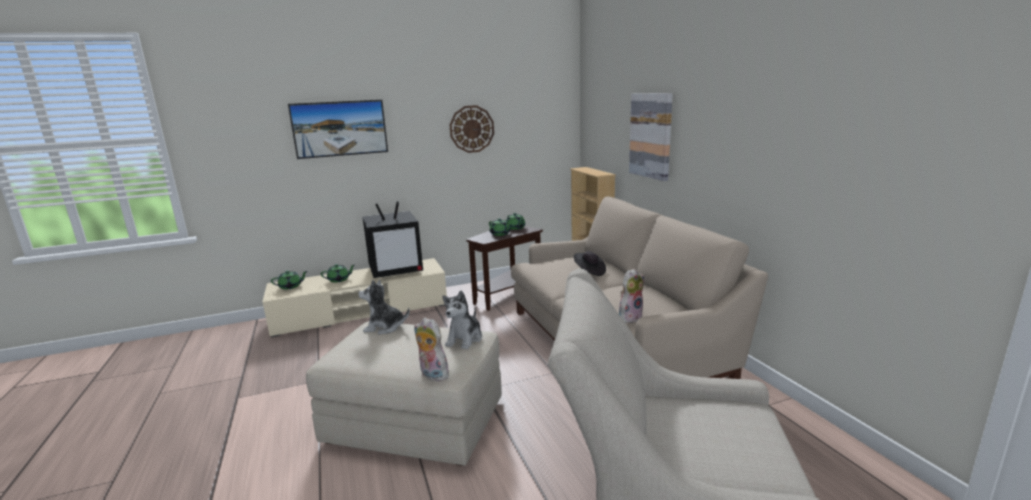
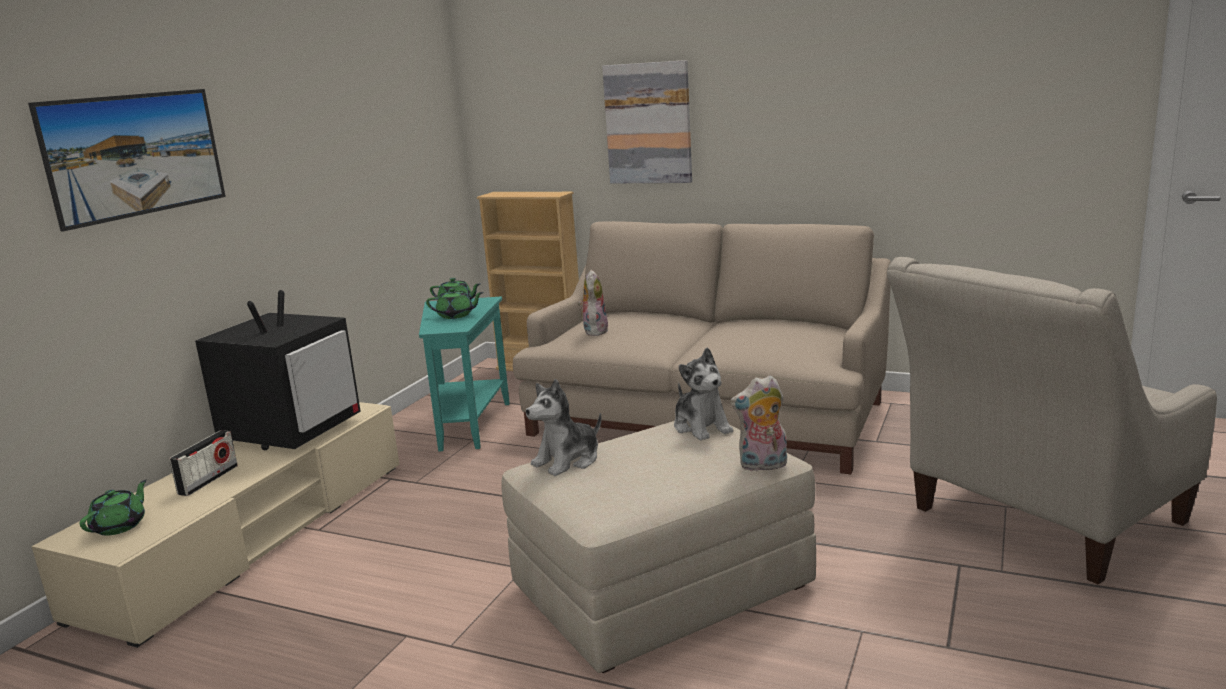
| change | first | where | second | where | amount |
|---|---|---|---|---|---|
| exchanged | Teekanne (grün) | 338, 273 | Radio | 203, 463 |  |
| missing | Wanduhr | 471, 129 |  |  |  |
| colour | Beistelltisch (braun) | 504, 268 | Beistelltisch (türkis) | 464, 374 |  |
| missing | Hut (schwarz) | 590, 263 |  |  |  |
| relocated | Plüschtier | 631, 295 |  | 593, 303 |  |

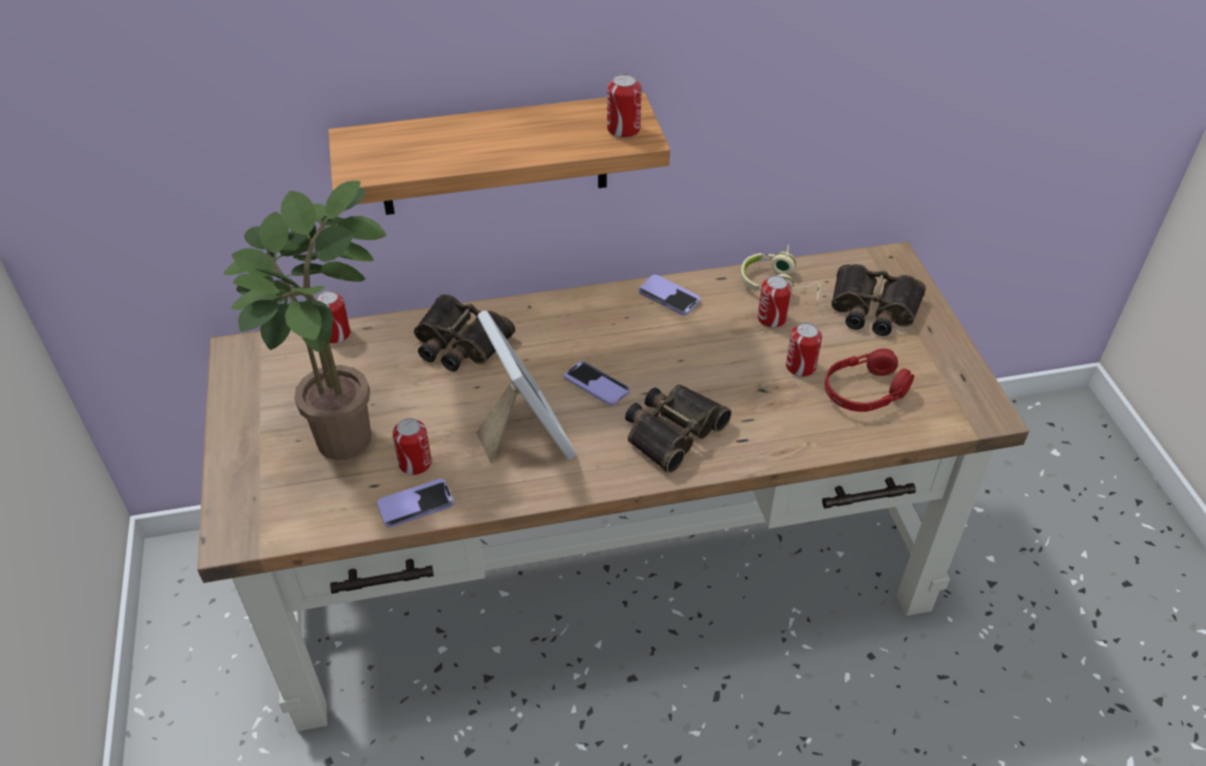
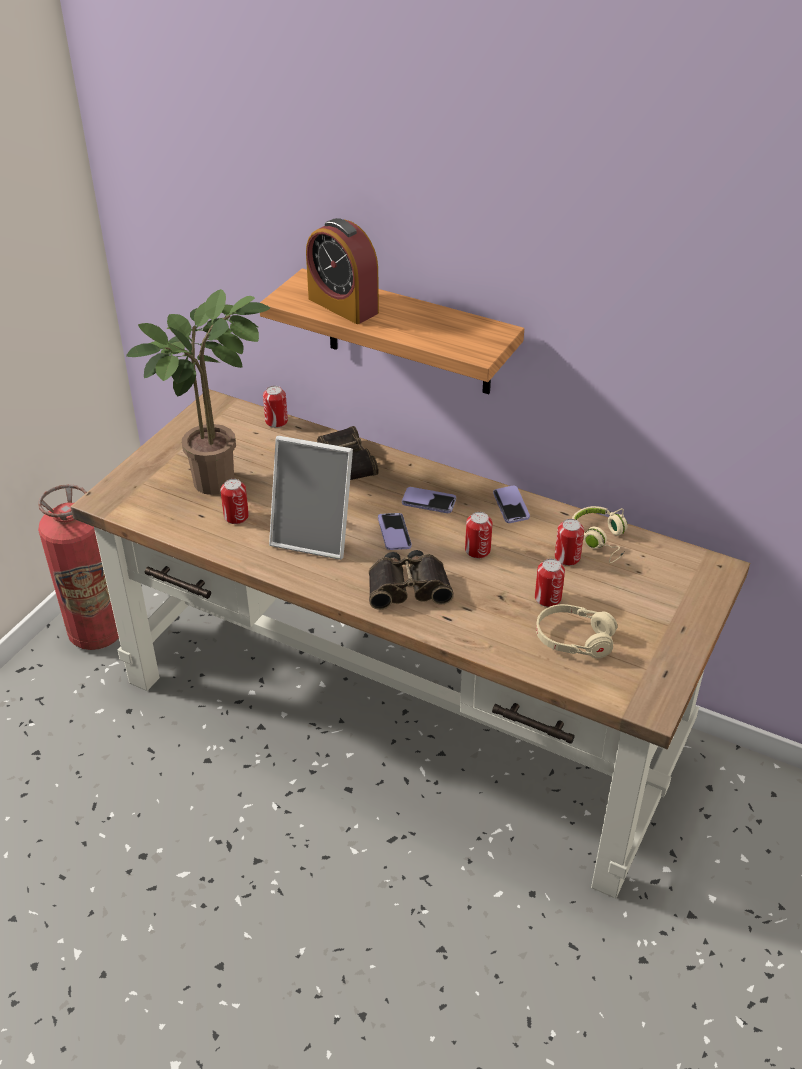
| change | first | where | second | where | amount |
|---|---|---|---|---|---|
| relocated | Handy | 415, 503 |  | 429, 500 |  |
| spun | Bilderrahmen | 526, 386 |  | 311, 498 | 90 degrees clockwise |
| relocated | Dose | 624, 106 |  | 479, 535 |  |
| colour | Kopfhörer (rot) | 869, 380 | Kopfhörer (beige) | 576, 631 |  |
| missing | Fernglas | 878, 300 |  |  |  |
| appeared |  |  | Feuerlöscher | 78, 567 |  |
| appeared |  |  | Wecker | 342, 271 |  |

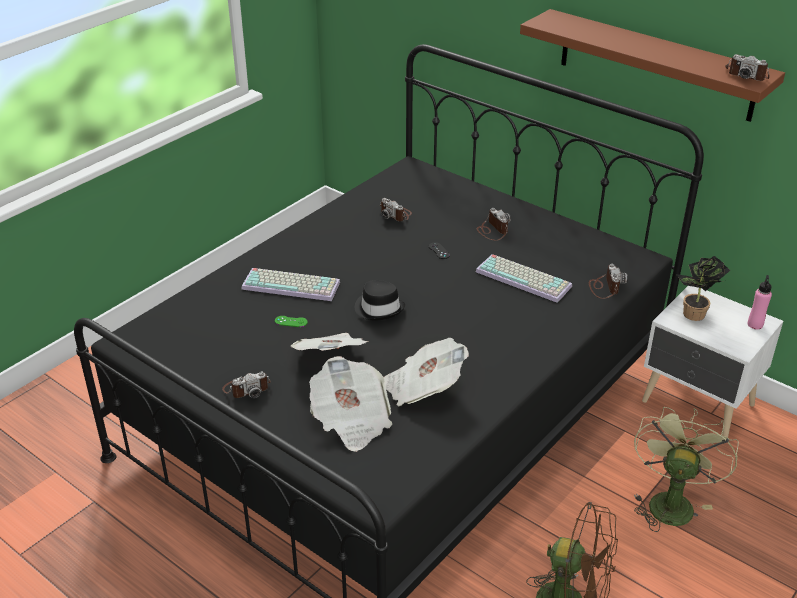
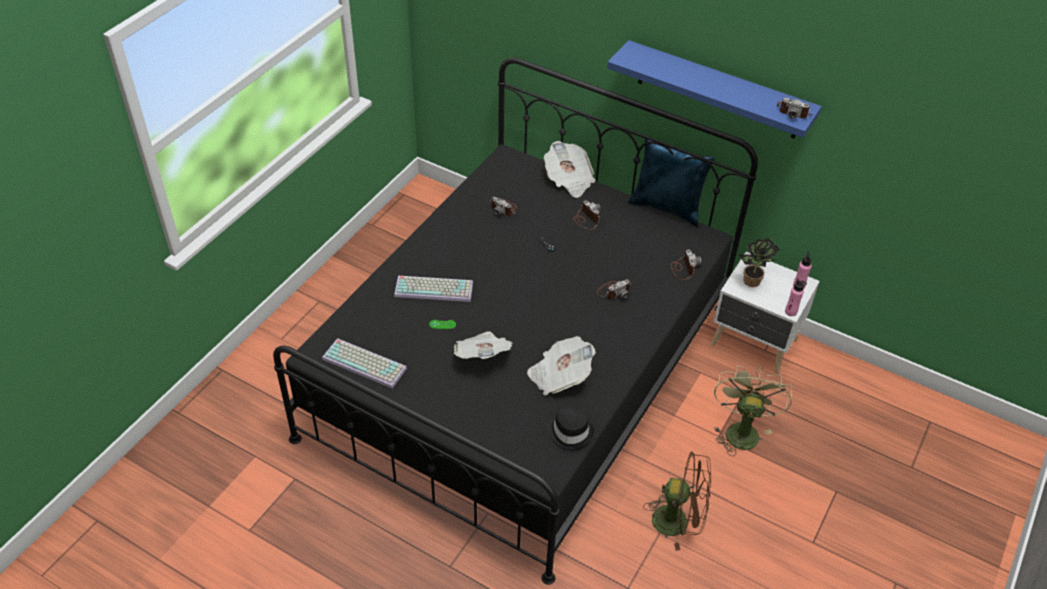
| change | first | where | second | where | amount |
|---|---|---|---|---|---|
| relocated | Kamera | 246, 385 |  | 614, 289 |  |
| relocated | Zeitung | 350, 404 |  | 570, 169 |  |
| relocated | Hut (schwarz) | 380, 300 |  | 570, 428 |  |
| relocated | Tastatur | 524, 278 |  | 364, 363 |  |
| colour | Wandregal (braun) | 652, 65 | Wandregal (blau) | 714, 89 |  |
| appeared |  |  | Kissen (blau) | 671, 183 |  |
| appeared |  |  | Flasche (rosa) | 796, 297 |  |

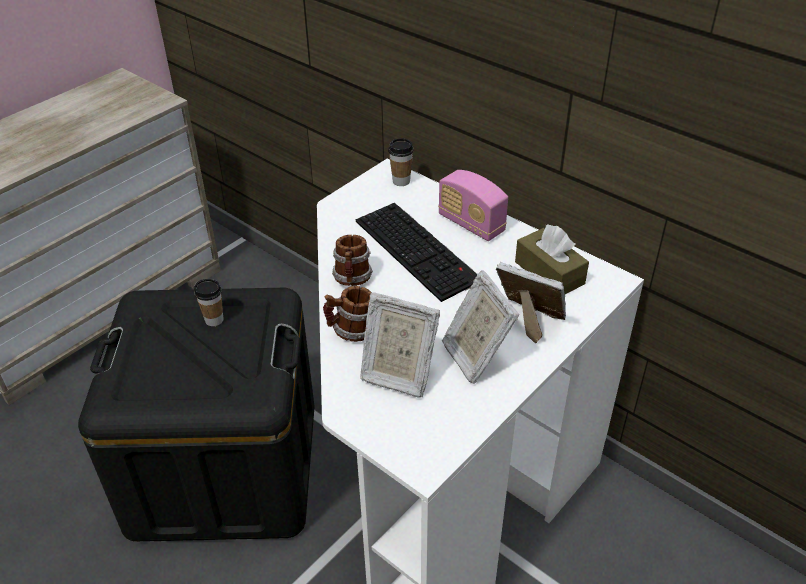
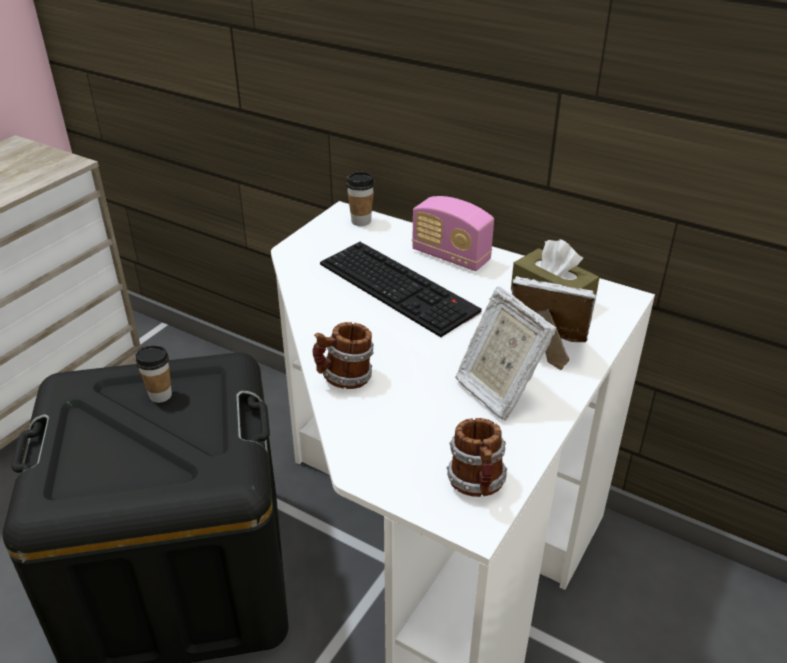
| change | first | where | second | where | amount |
|---|---|---|---|---|---|
| relocated | Henkelbecher | 352, 260 |  | 477, 457 |  |
| missing | Bilderrahmen | 400, 345 |  |  |  |

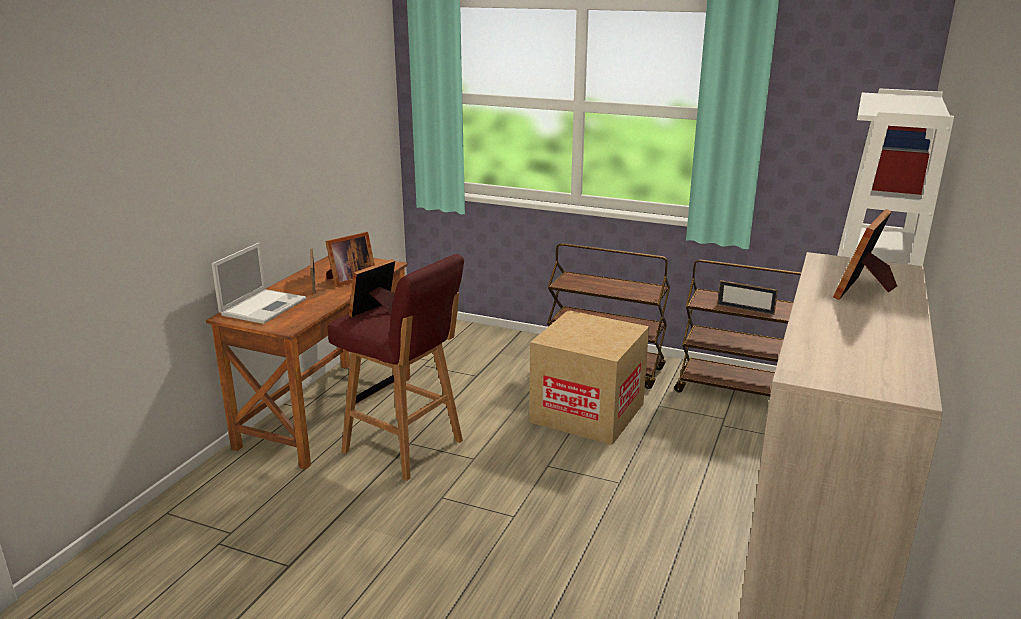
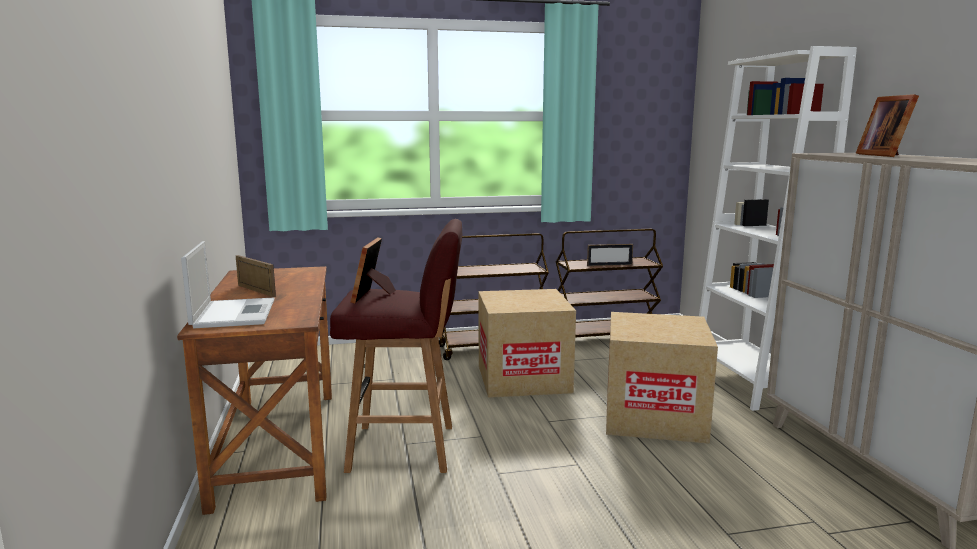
| change | first | where | second | where | amount |
|---|---|---|---|---|---|
| missing | Bilderrahmen | 350, 259 |  |  |  |
| appeared |  |  | Karton | 662, 378 |  |

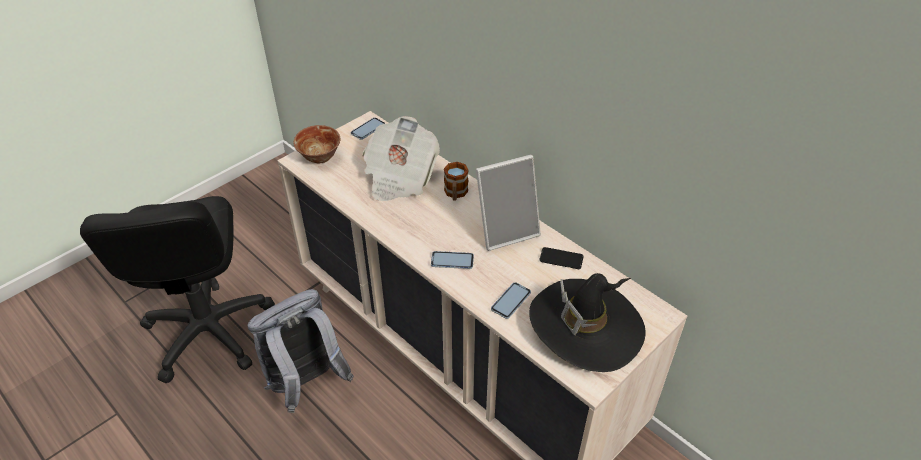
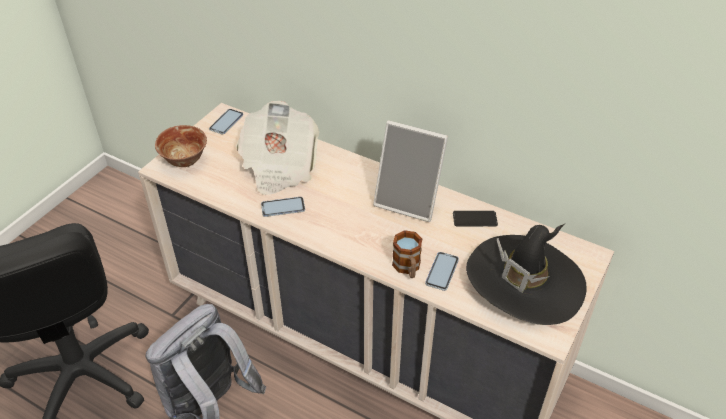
| change | first | where | second | where | amount |
|---|---|---|---|---|---|
| relocated | Handy | 452, 260 |  | 283, 207 |  |
| relocated | Henkelbecher | 456, 181 |  | 407, 254 |  |
| spun | Bilderrahmen | 508, 202 |  | 410, 171 | 60 degrees clockwise |

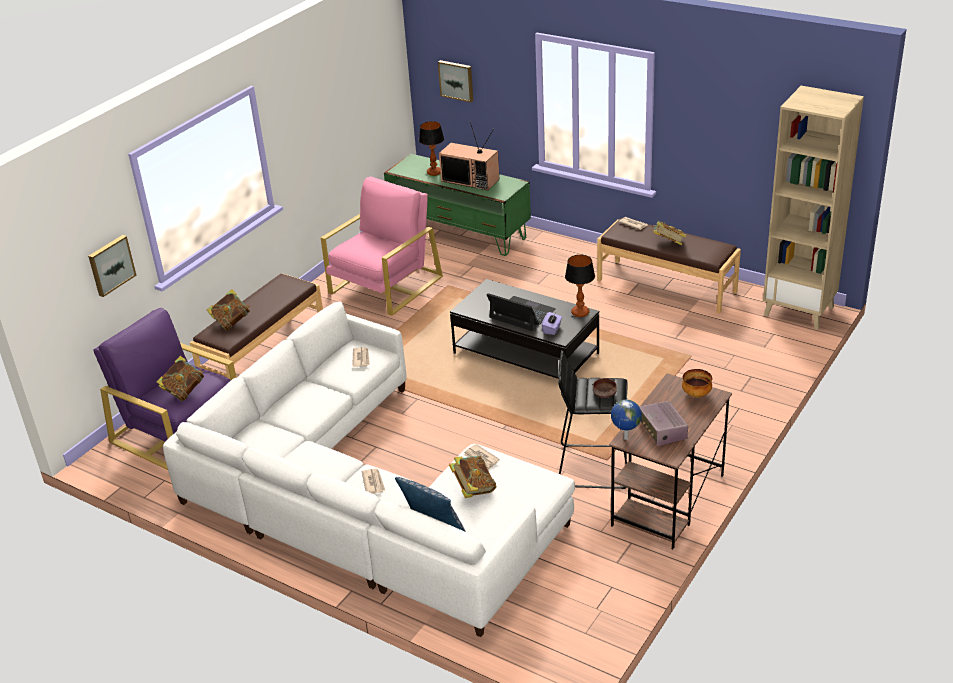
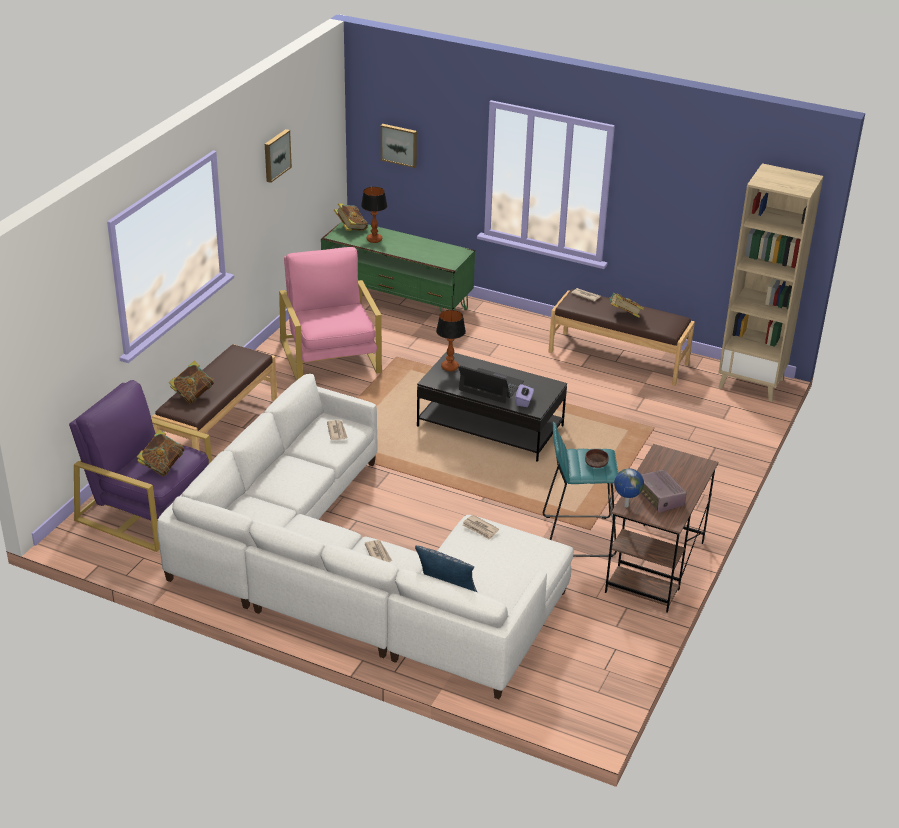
| change | first | where | second | where | amount |
|---|---|---|---|---|---|
| relocated | Bild | 112, 266 |  | 278, 156 |  |
| spun | Sessel (rosa) | 382, 246 |  | 330, 314 | 45 degrees counterclockwise |
| missing | Fernseher | 469, 156 |  |  |  |
| relocated | Buch | 472, 477 |  | 351, 217 |  |
| colour | Hocker (schwarz) | 593, 419 | Hocker (türkis) | 581, 489 |  |
| relocated | Tischlampe | 580, 286 |  | 451, 340 |  |
| missing | Schüssel | 697, 383 |  |  |  |

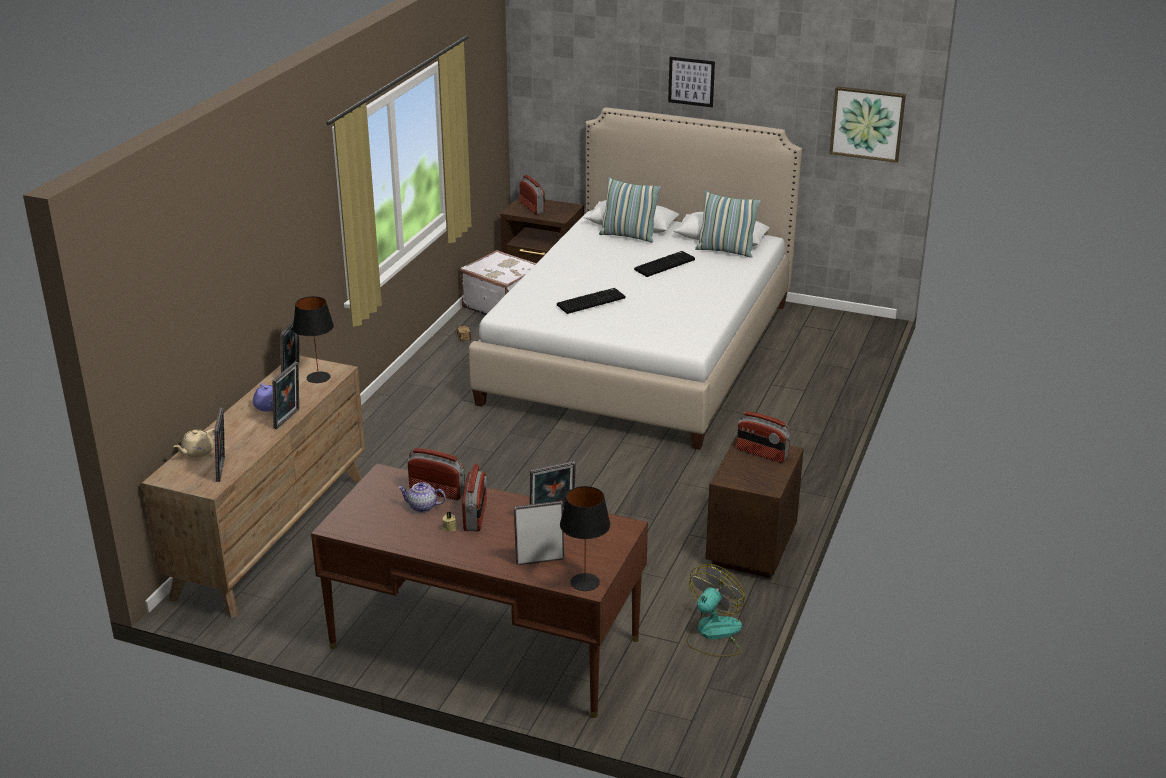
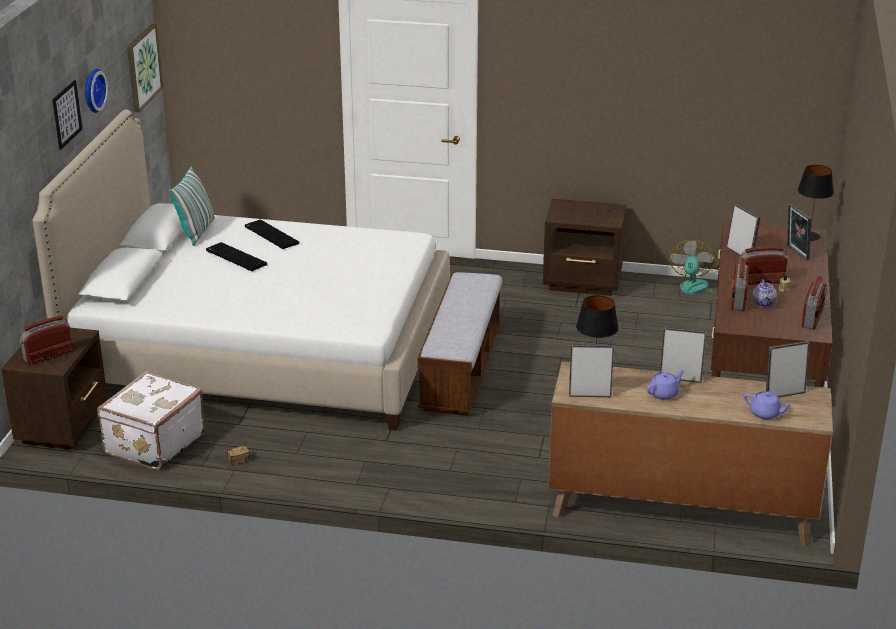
| change | first | where | second | where | amount |
|---|---|---|---|---|---|
| colour | Teekanne (beige) | 194, 443 | Teekanne (lila) | 768, 405 |  |
| relocated | Tastatur | 591, 301 |  | 272, 234 |  |
| missing | Kissen | 630, 210 |  |  |  |
| spun | Ventilator | 716, 610 |  | 693, 271 | 75 degrees clockwise |
| relocated | Radio | 764, 437 |  | 814, 303 |  |
| appeared |  |  | Wanduhr | 96, 91 |  |
| appeared |  |  | Bank | 460, 343 |  |

